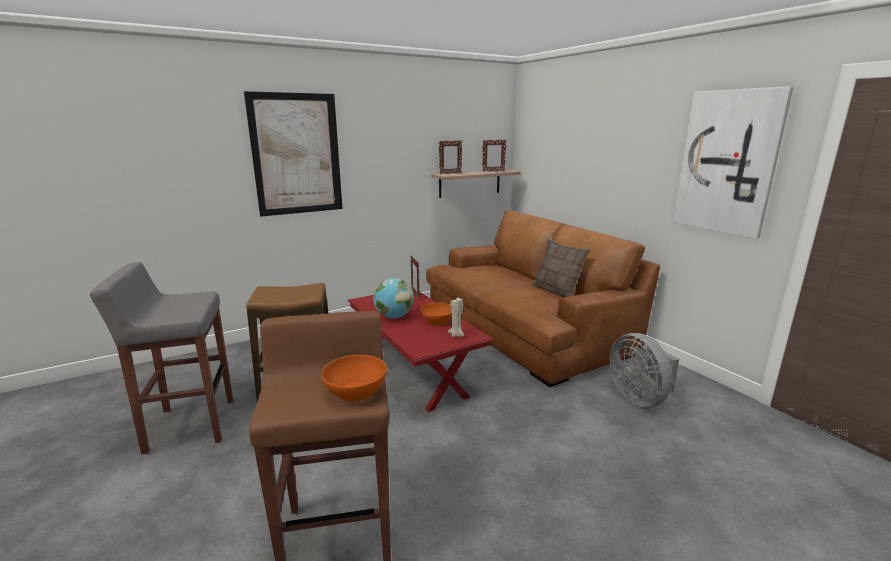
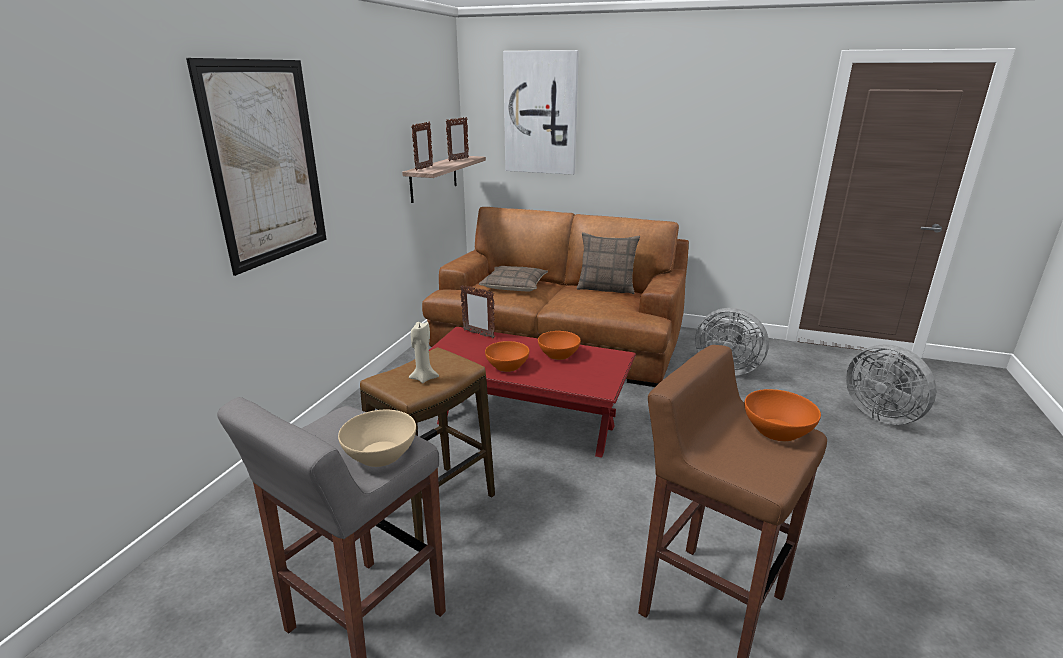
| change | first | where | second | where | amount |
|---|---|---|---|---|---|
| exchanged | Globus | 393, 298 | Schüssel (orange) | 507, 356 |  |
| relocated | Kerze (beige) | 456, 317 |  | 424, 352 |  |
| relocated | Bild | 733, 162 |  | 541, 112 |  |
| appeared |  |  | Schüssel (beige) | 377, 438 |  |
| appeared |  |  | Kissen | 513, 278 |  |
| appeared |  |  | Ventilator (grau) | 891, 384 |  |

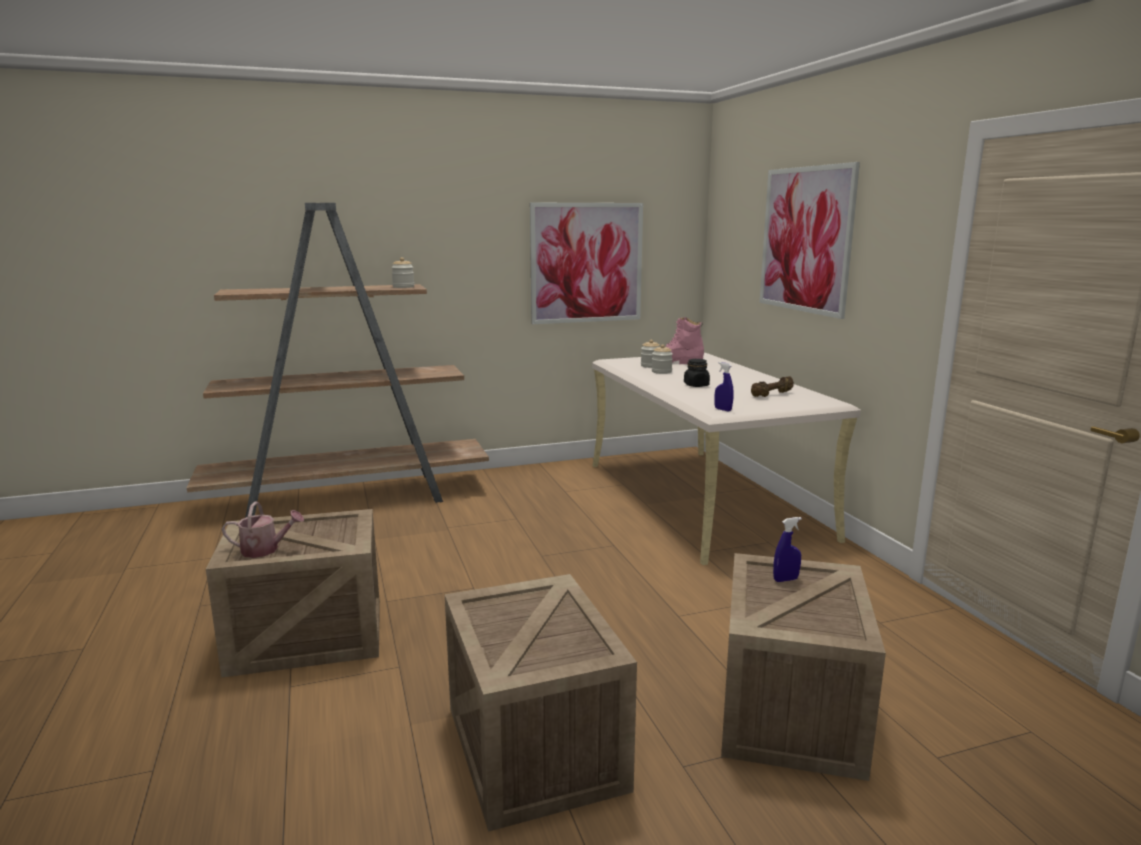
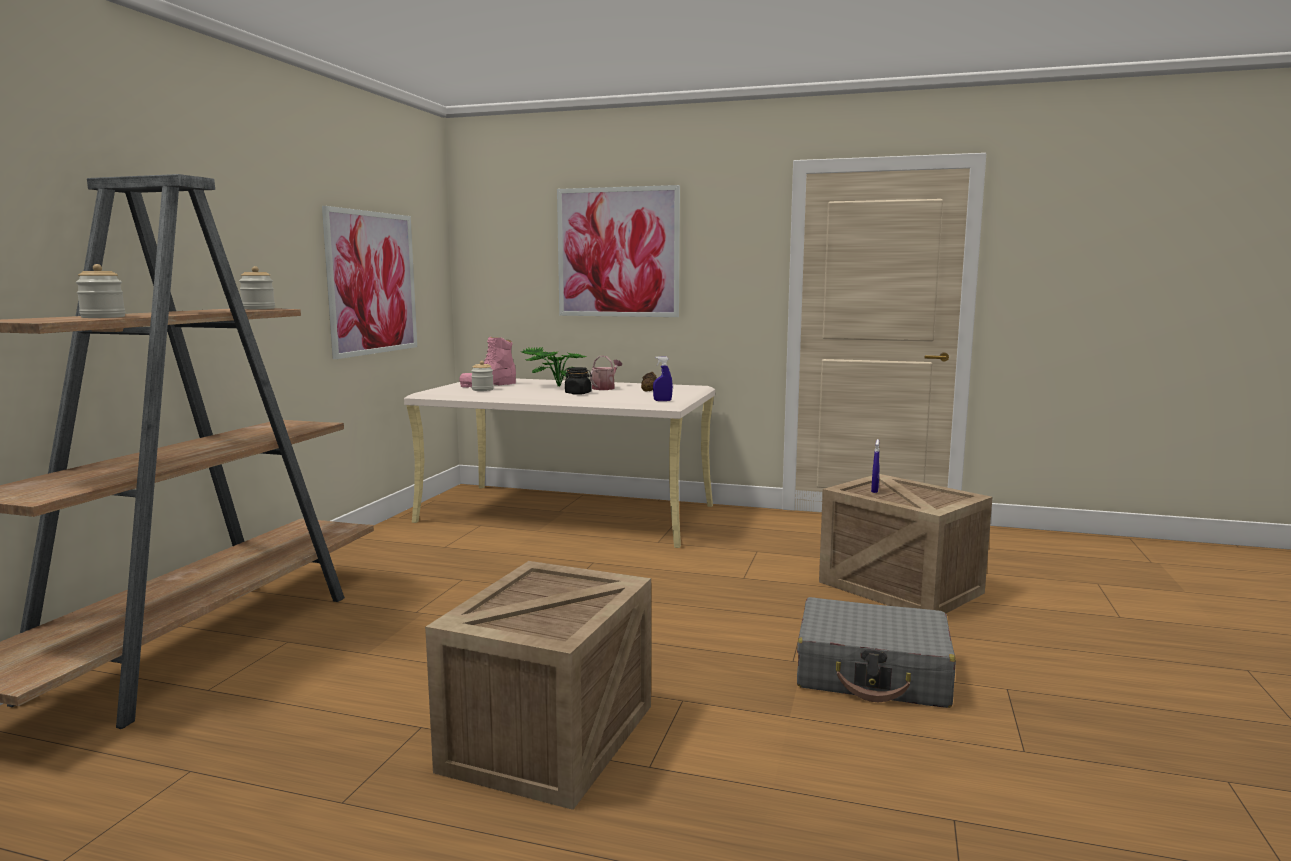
| change | first | where | second | where | amount |
|---|---|---|---|---|---|
| relocated | Gießkanne | 263, 529 |  | 606, 373 |  |
| exchanged | Kiste | 541, 703 | Koffer (grau) | 876, 652 |  |
| relocated | Vorratsglas | 662, 359 |  | 100, 291 |  |
| appeared |  |  | Topfpflanze | 553, 366 |  |

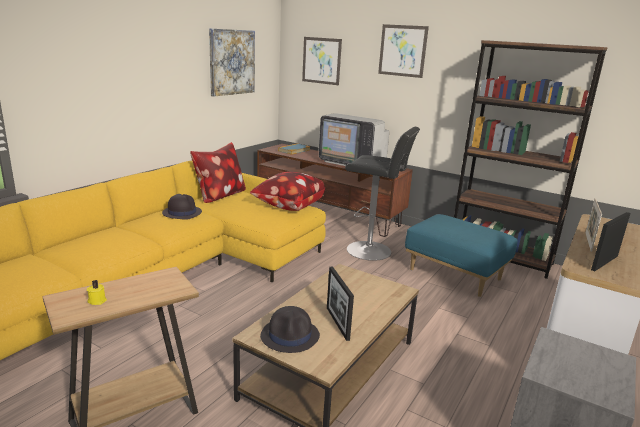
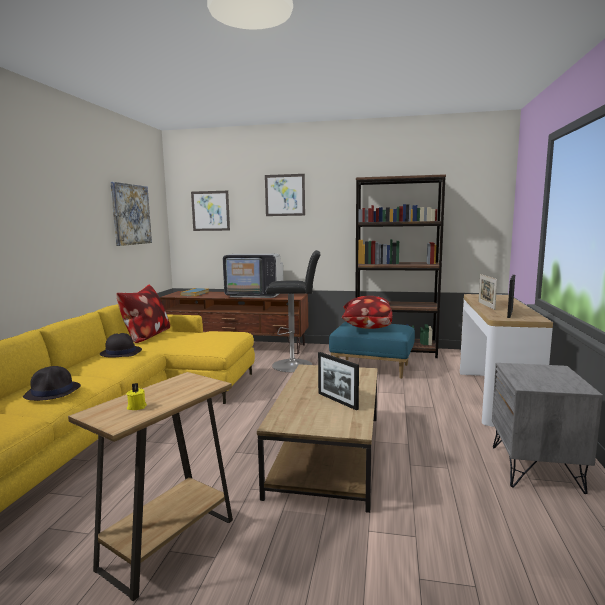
| change | first | where | second | where | amount |
|---|---|---|---|---|---|
| relocated | Kissen | 287, 191 |  | 367, 312 |  |
| relocated | Hut (schwarz) | 290, 329 |  | 52, 383 |  |

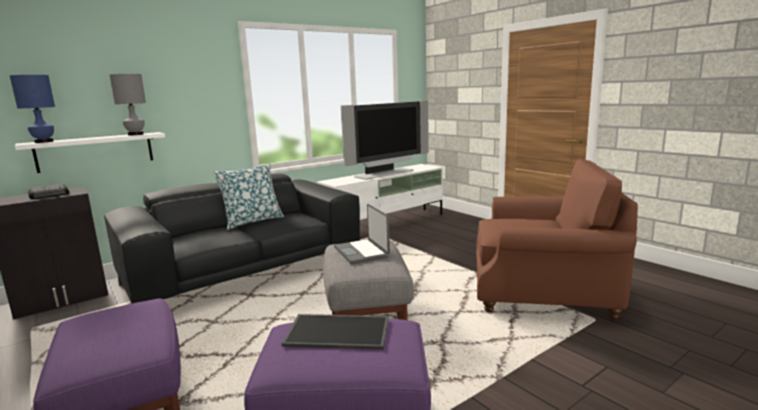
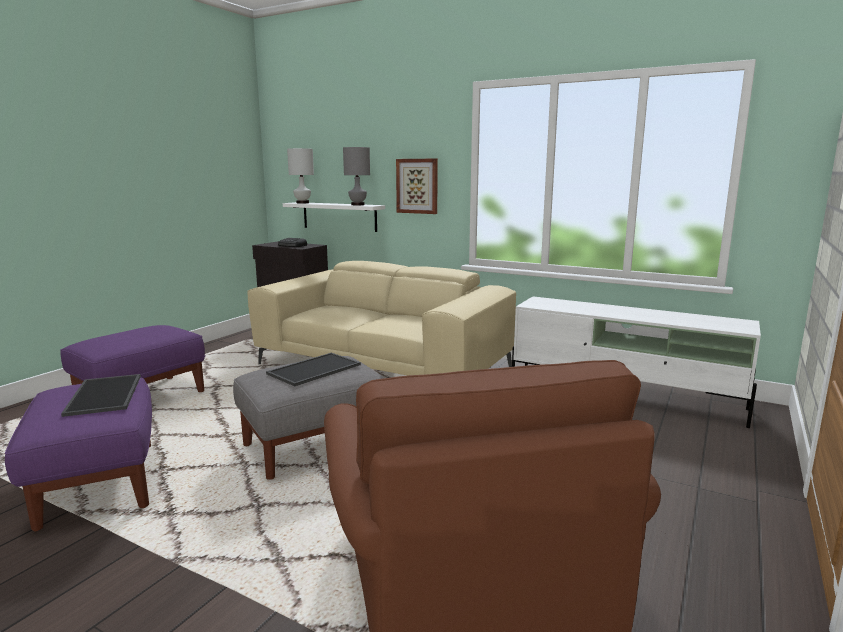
| change | first | where | second | where | amount |
|---|---|---|---|---|---|
| colour | Tischlampe (blau) | 32, 109 | Tischlampe (weiß) | 300, 175 |  |
| colour | Sofa (schwarz) | 232, 239 | Sofa (beige) | 381, 318 |  |
| missing | Kissen | 248, 196 |  |  |  |
| exchanged | Laptop | 362, 234 | Tablett | 313, 369 |  |
| missing | Fernseher | 385, 140 |  |  |  |
| appeared |  |  | Bild | 417, 186 |  |

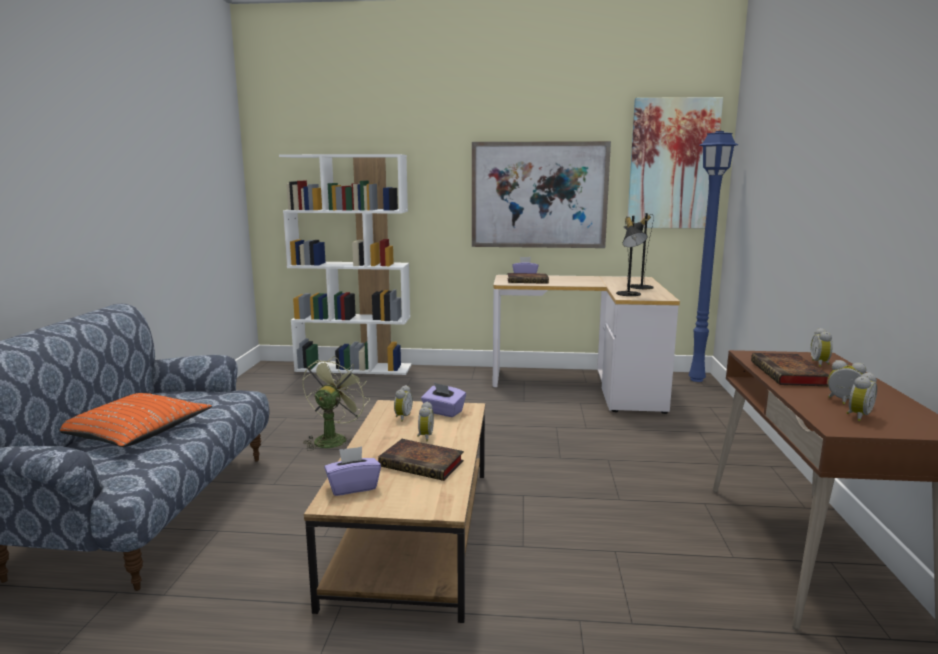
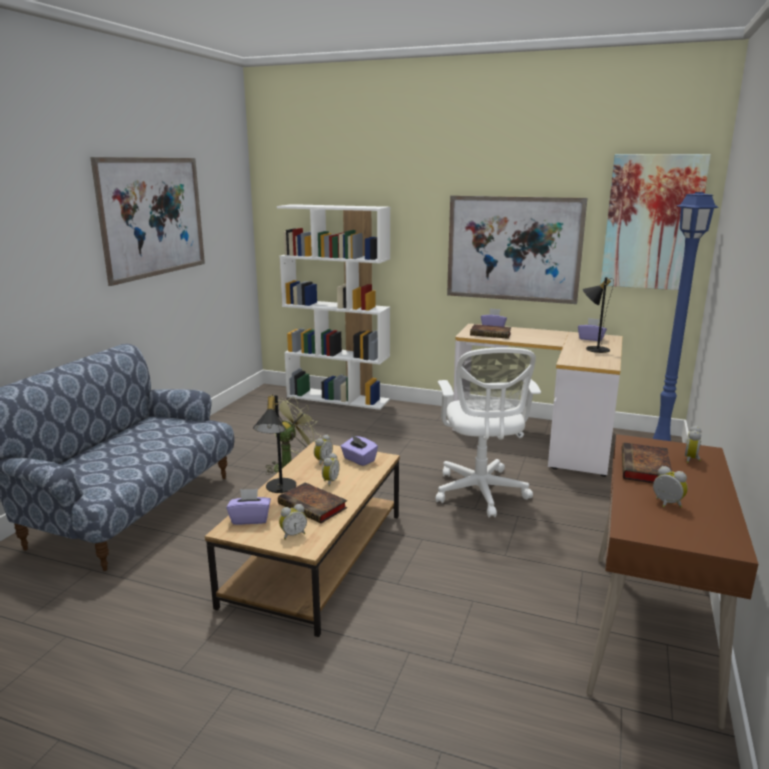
| change | first | where | second | where | amount |
|---|---|---|---|---|---|
| missing | Kissen (orange) | 136, 420 |  |  |  |
| relocated | Tischlampe (schwarz) | 631, 256 |  | 274, 443 |  |
| relocated | Wecker | 861, 396 |  | 293, 522 |  |
| appeared |  |  | Bild | 147, 221 |  |
| appeared |  |  | Bürostuhl (weiß) | 488, 432 |  |
| appeared |  |  | Taschentuchbox (lila) | 592, 329 |  |

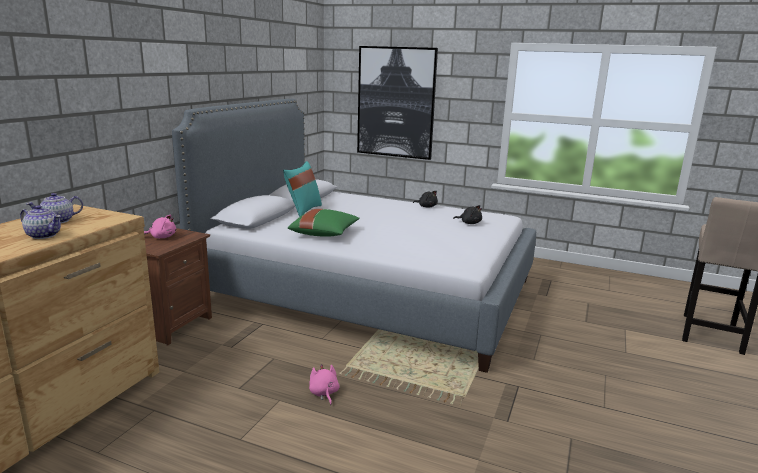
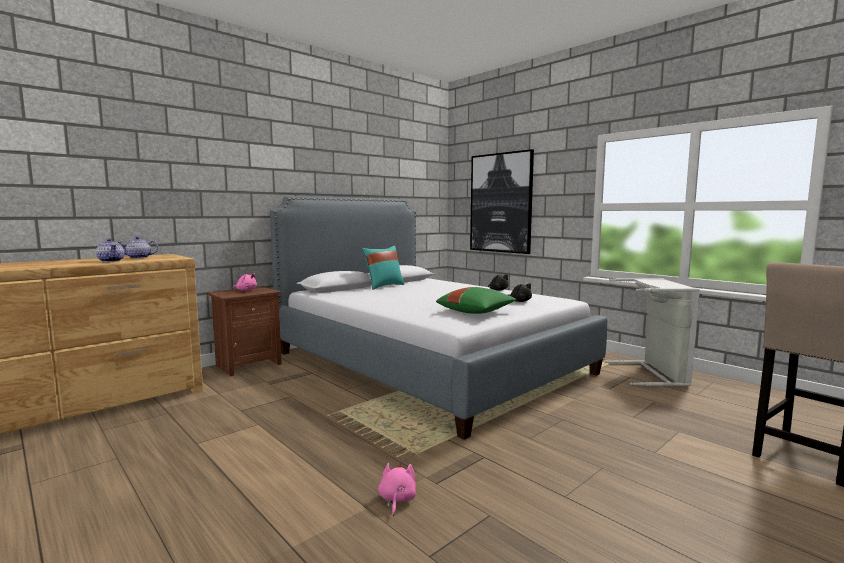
| change | first | where | second | where | amount |
|---|---|---|---|---|---|
| relocated | Kissen (grün) | 324, 223 |  | 476, 300 |  |
| relocated | Plüschtier (rosa) | 324, 384 |  | 397, 488 |  |
| appeared |  |  | Wäschekorb (grau) | 652, 332 |  |

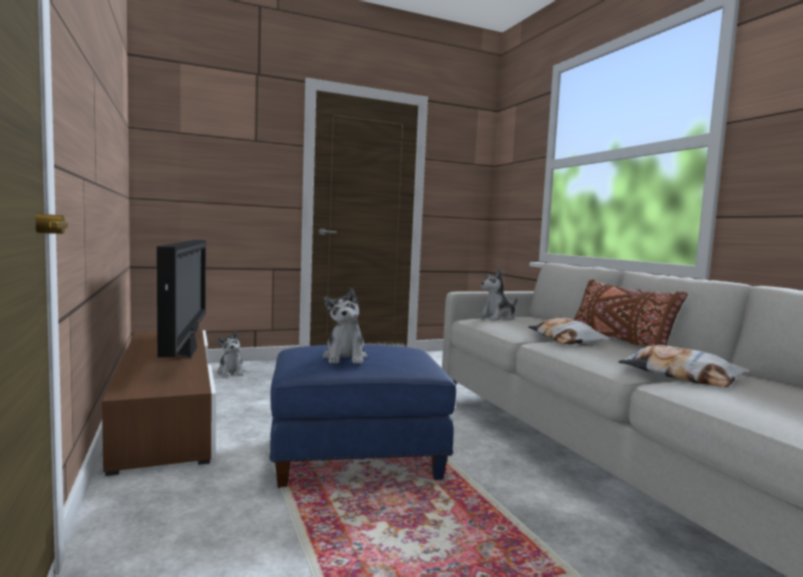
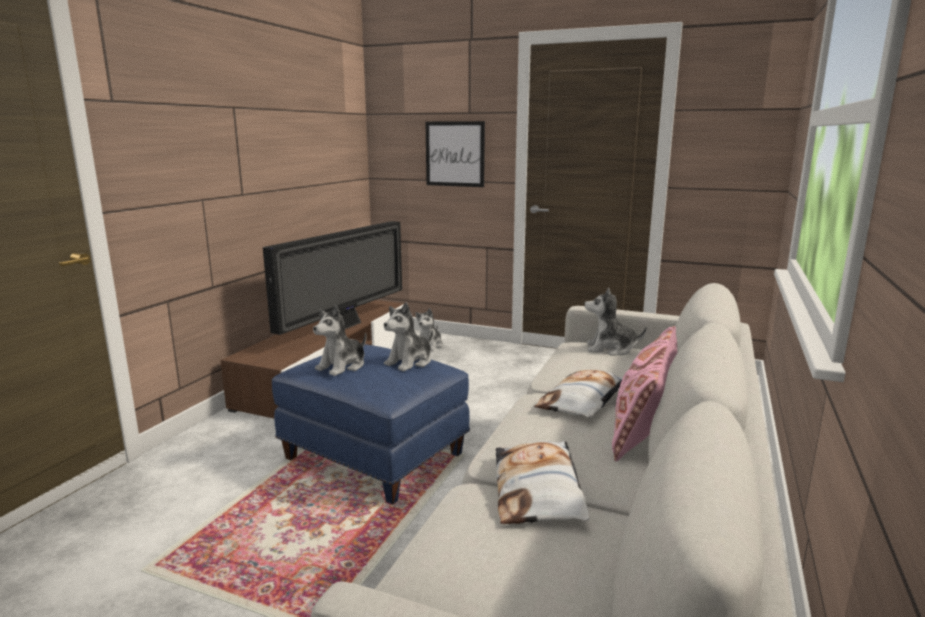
| change | first | where | second | where | amount |
|---|---|---|---|---|---|
| colour | Kissen (braun) | 631, 313 | Kissen (rosa) | 645, 393 |  |
| appeared |  |  | Plüschtier | 408, 336 |  |
| appeared |  |  | Bild | 455, 154 |  |

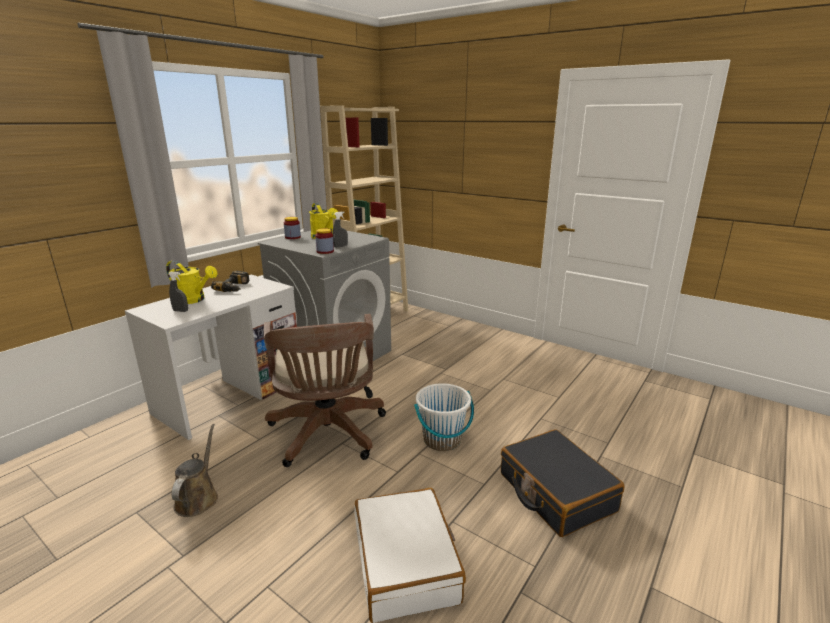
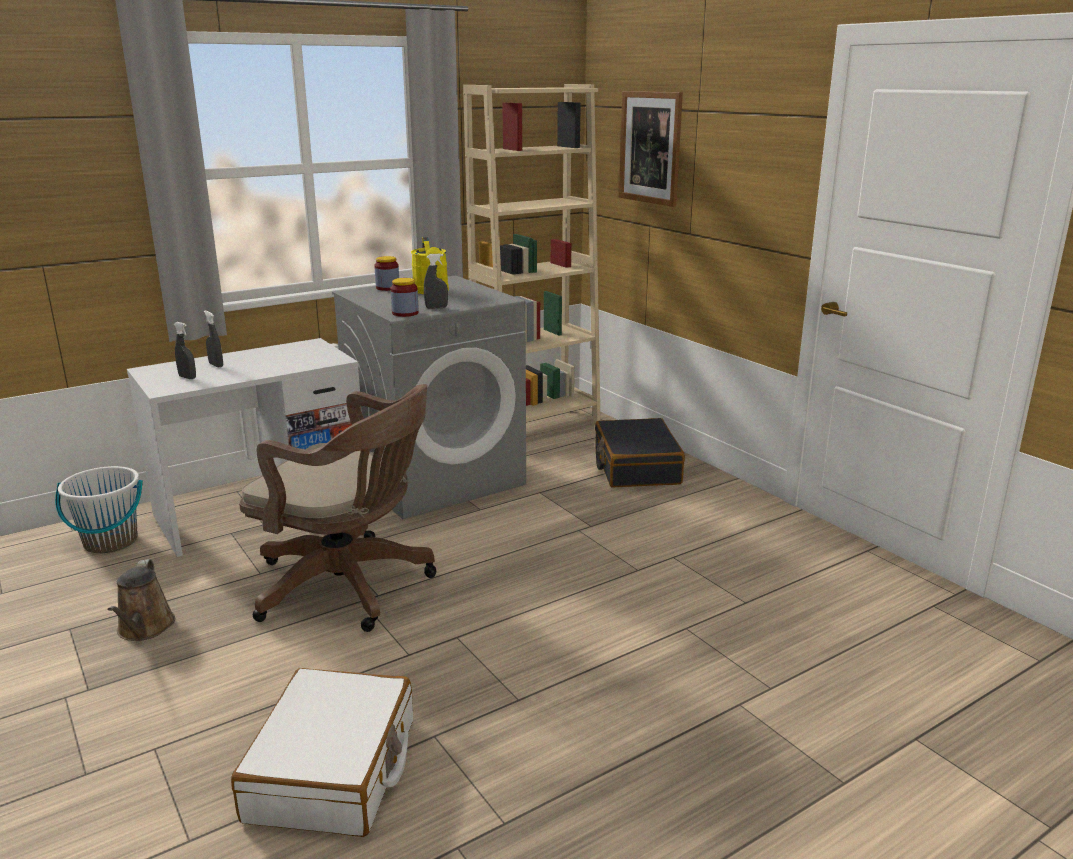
| change | first | where | second | where | amount |
|---|---|---|---|---|---|
| exchanged | Gießkanne (gelb) | 192, 282 | Sprühflasche (grau) | 213, 339 |  |
| spun | Gießkanne (braun) | 195, 470 |  | 141, 600 | 150 degrees clockwise |
| missing | Bohrmaschine | 230, 281 |  |  |  |
| spun | Bürostuhl (braun) | 325, 390 |  | 338, 508 | 75 degrees counterclockwise |
| relocated | Eimer (weiß) | 444, 417 |  | 99, 509 |  |
| relocated | Koffer (schwarz) | 562, 483 |  | 640, 452 |  |
| appeared |  |  | Bild | 651, 149 |  |

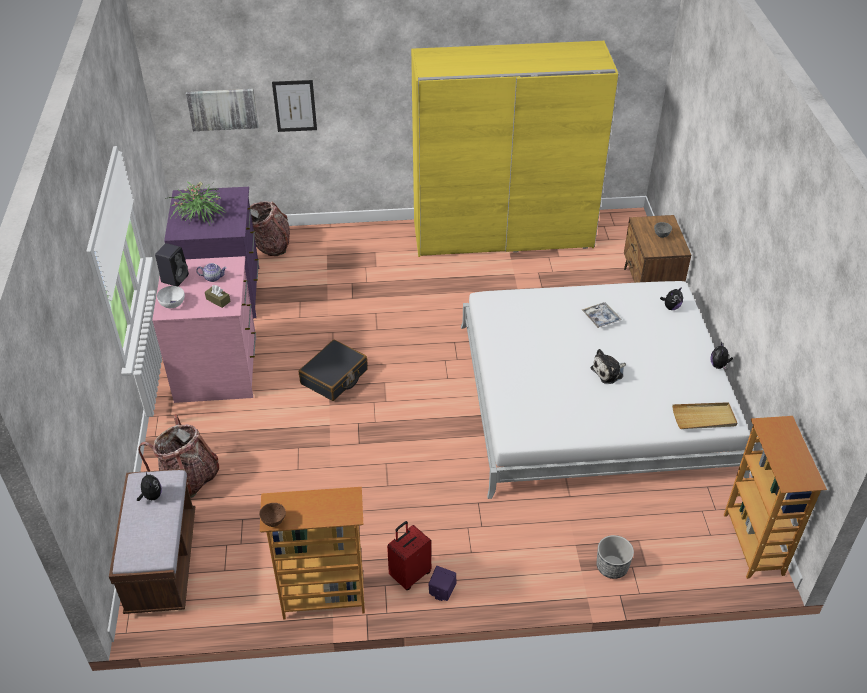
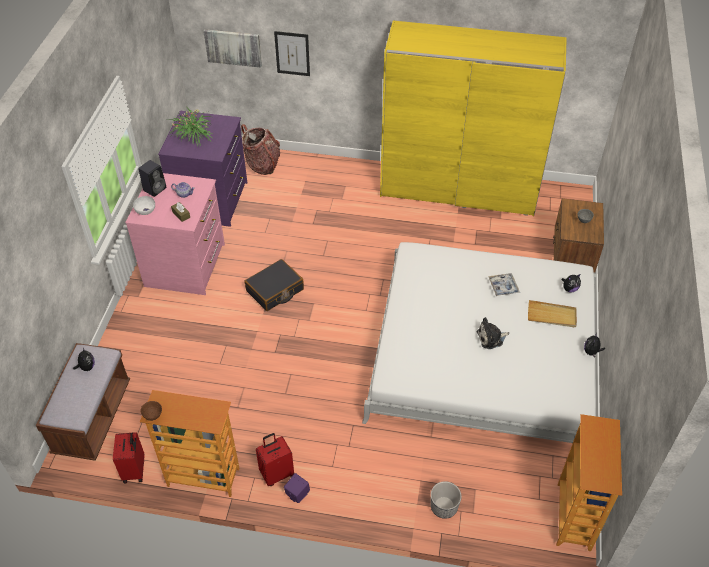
| change | first | where | second | where | amount |
|---|---|---|---|---|---|
| missing | Rucksack | 178, 456 |  |  |  |
| relocated | Tablett (beige) | 704, 415 |  | 552, 313 |  |
| appeared |  |  | Koffer (rot) | 129, 457 |  |

